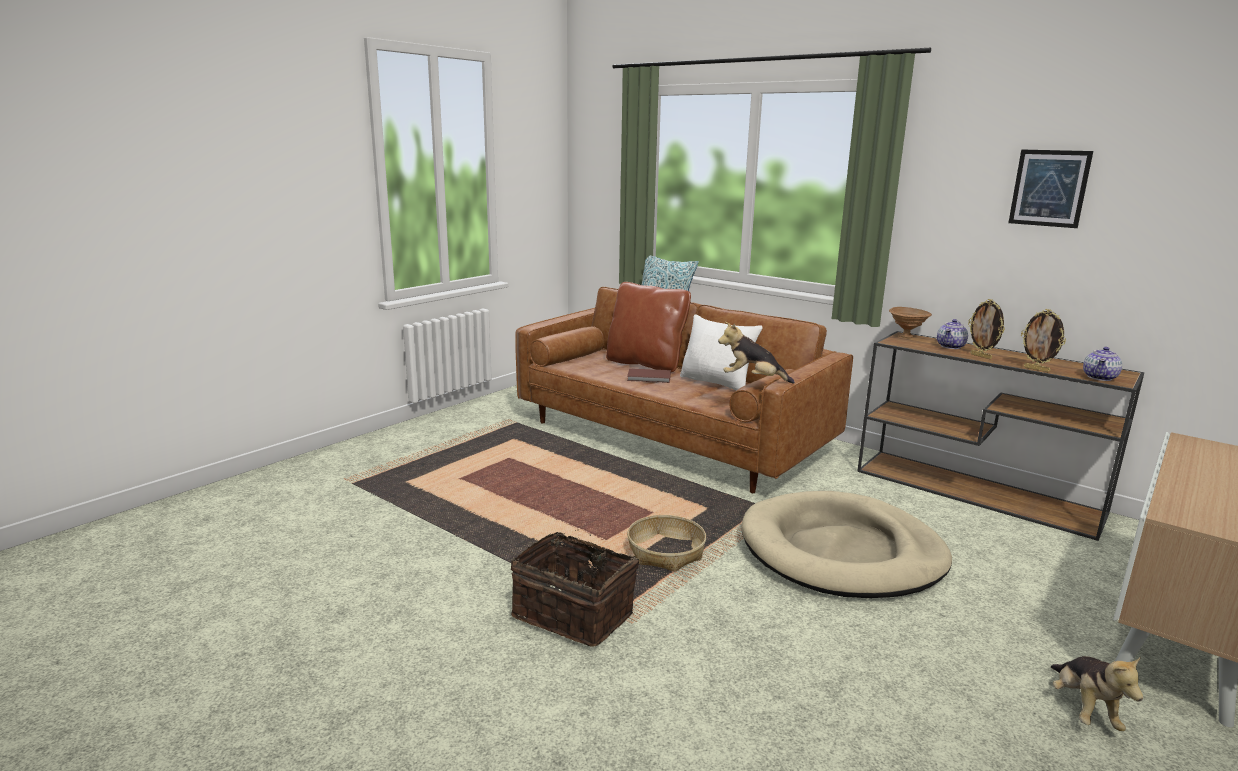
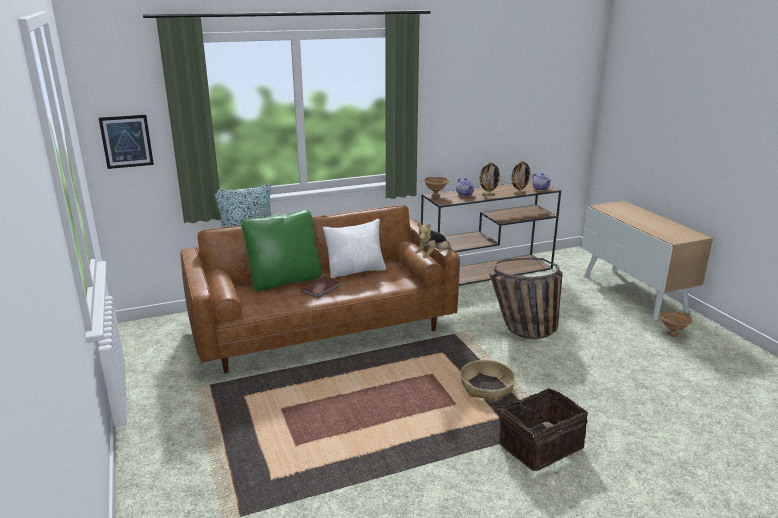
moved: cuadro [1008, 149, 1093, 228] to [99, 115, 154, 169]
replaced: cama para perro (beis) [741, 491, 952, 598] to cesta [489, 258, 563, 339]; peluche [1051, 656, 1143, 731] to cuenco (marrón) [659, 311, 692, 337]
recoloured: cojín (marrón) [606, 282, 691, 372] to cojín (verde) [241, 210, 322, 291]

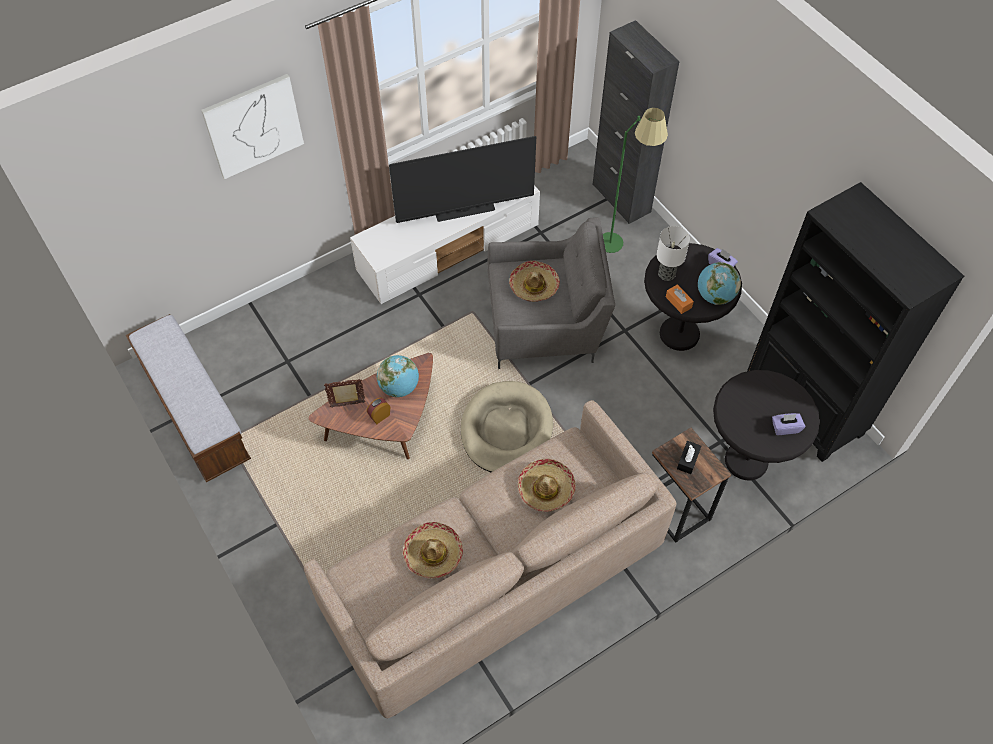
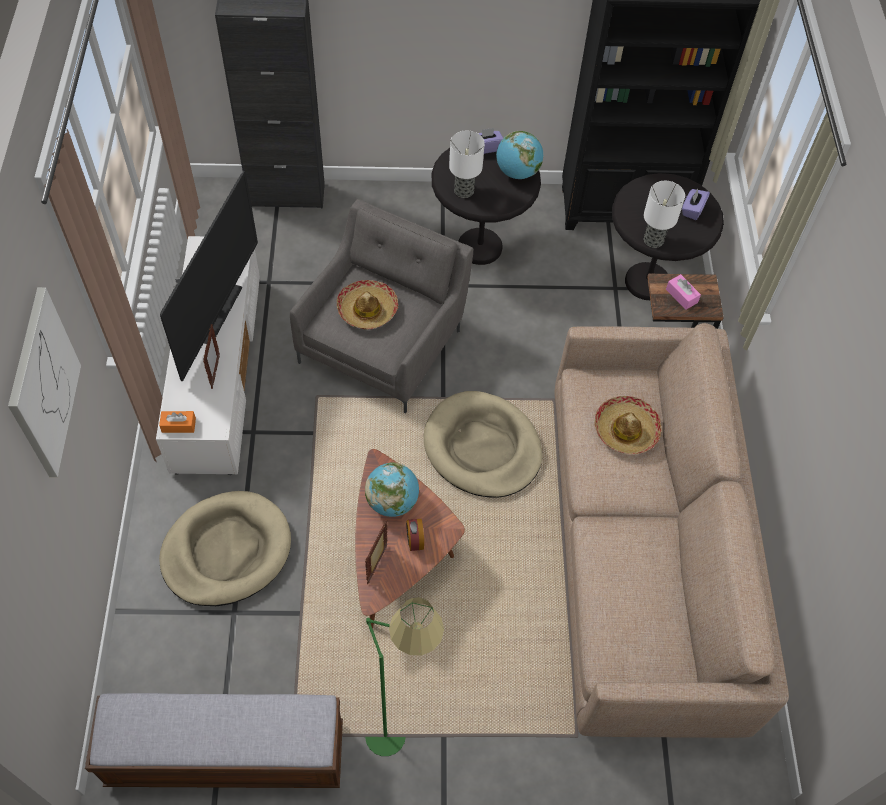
removed: sombrero [403, 522, 463, 579]
added: cama para perro (beis) [159, 491, 291, 606]; portarretratos [203, 324, 220, 389]; lámpara de mesa [644, 181, 685, 248]
moved: lámpara de pie (verde) [603, 108, 668, 253] to [365, 597, 444, 756]; caja de pañuelos (naranja) [666, 284, 694, 314] to [159, 411, 196, 433]
recoloured: caja de pañuelos (negro) [677, 441, 701, 474] to caja de pañuelos (rosa) [666, 274, 701, 310]

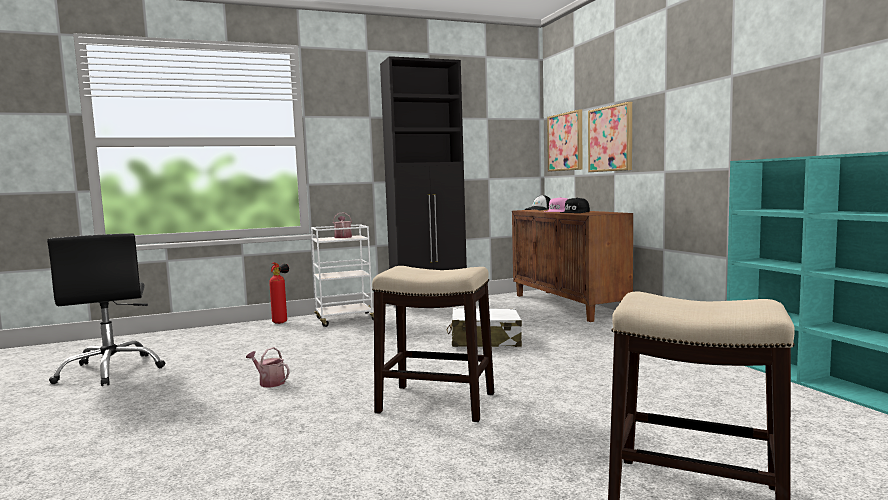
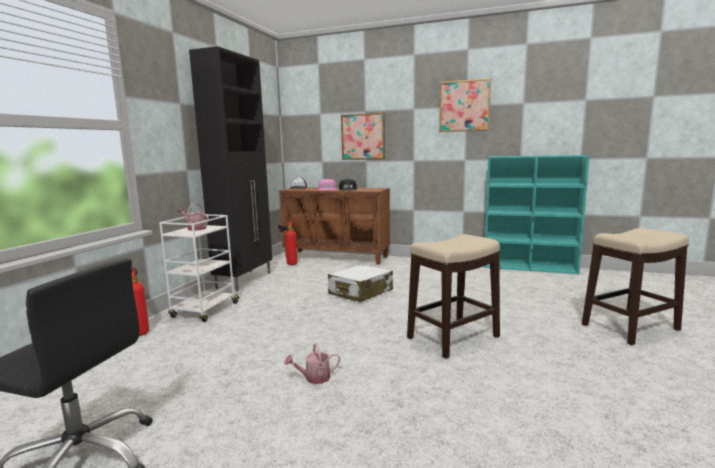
added: extintor [278, 220, 297, 265]
moved: cuadro [547, 110, 582, 172] to [439, 78, 491, 132]

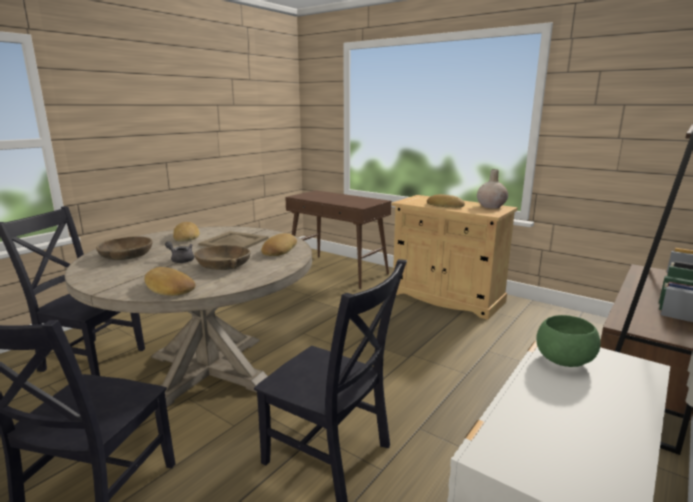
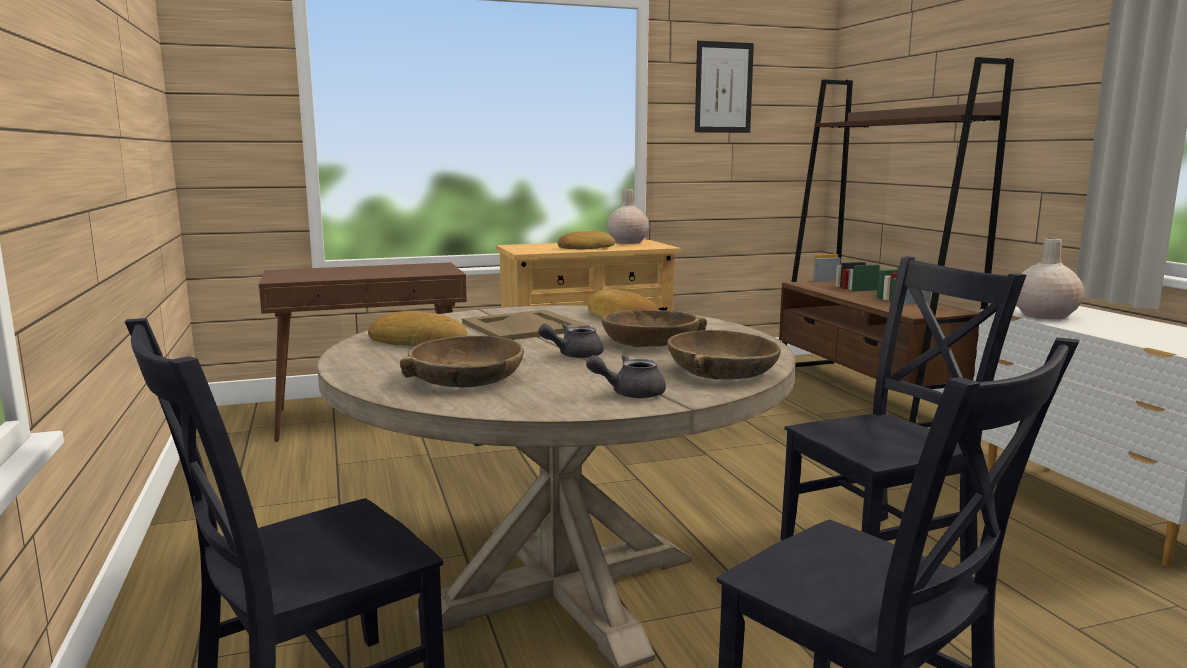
added: tetera (gris) [586, 354, 666, 399]; cuadro [695, 41, 754, 133]
replaced: pan [144, 267, 195, 296] to cuenco (marrón) [667, 330, 781, 380]; cuenco (verde) [536, 315, 601, 367] to florero (beis) [1016, 238, 1084, 319]

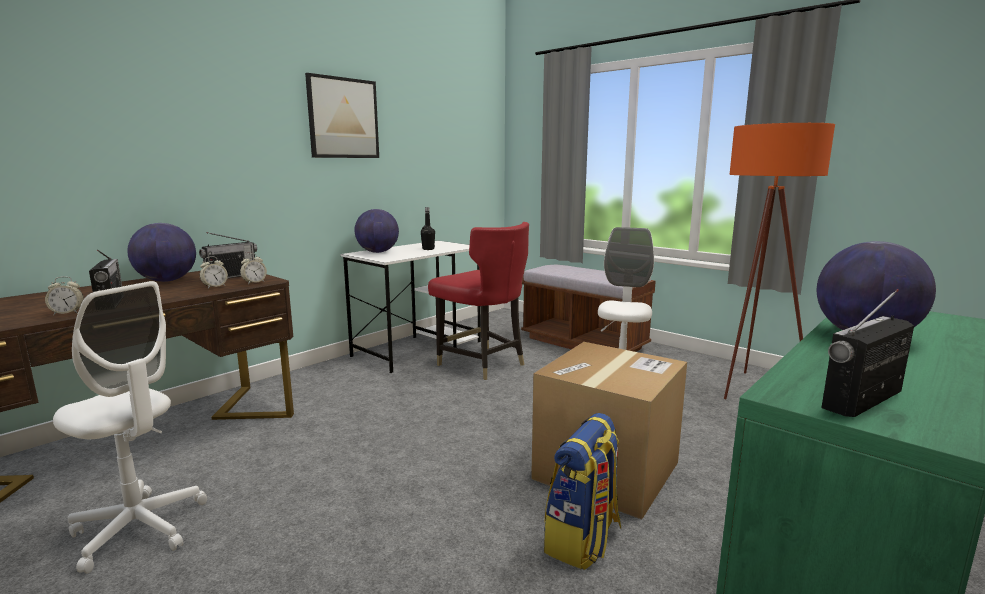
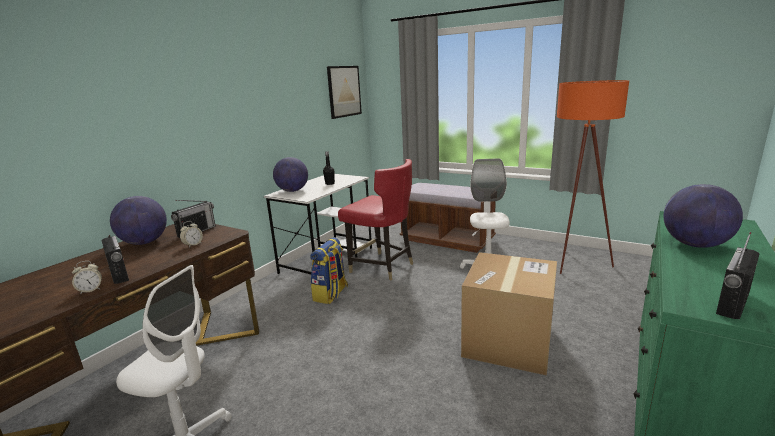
removed: despertador [240, 253, 267, 284]
moved: cuadro [305, 73, 379, 158] to [327, 66, 362, 119]; mochila [544, 413, 621, 570] to [310, 237, 348, 304]

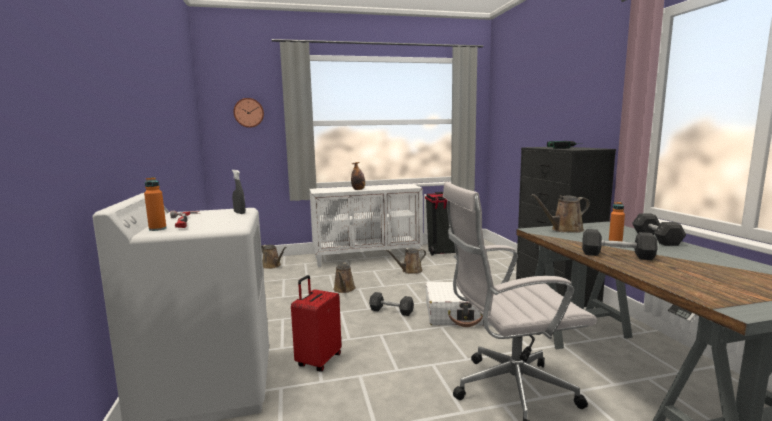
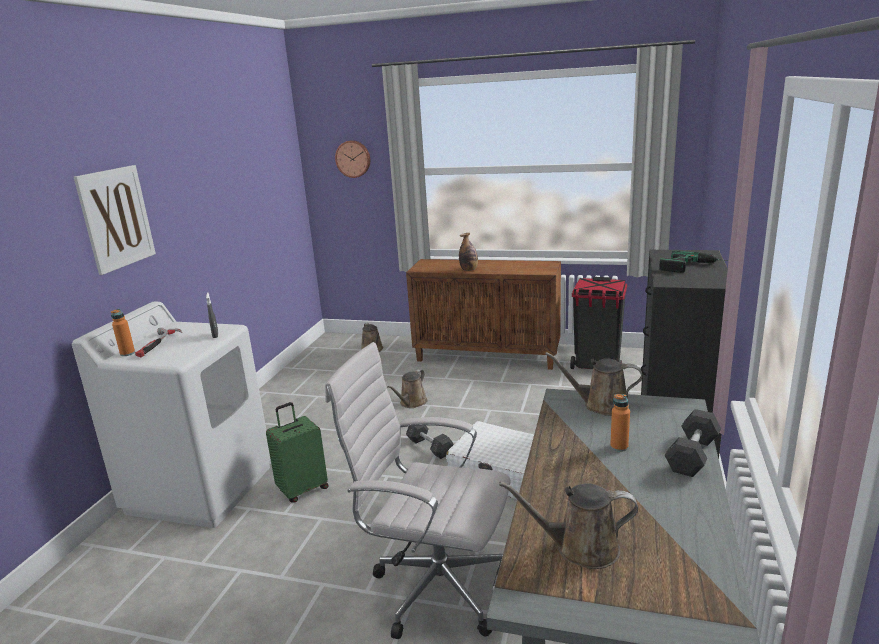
removed: mancuerna (gris) [582, 229, 657, 260]
added: cuadro [74, 165, 156, 275]
moved: regadera (marrón) [386, 248, 426, 274] to [499, 482, 638, 569]
recoloured: maleta (rojo) [291, 275, 341, 371] to maleta (verde) [266, 402, 328, 503]; armario (blanco) [310, 184, 423, 267] to armario (marrón) [406, 259, 561, 370]

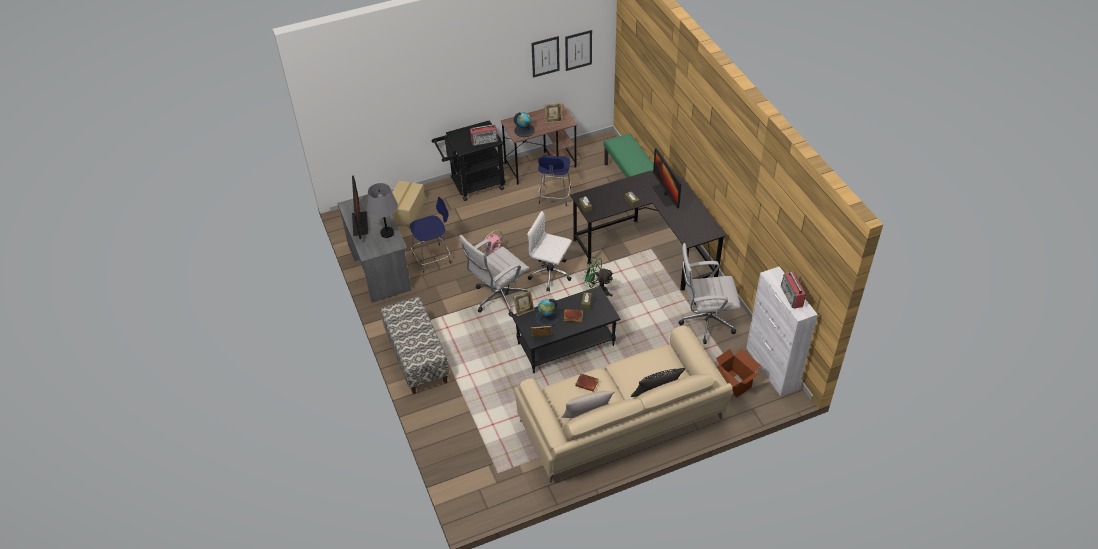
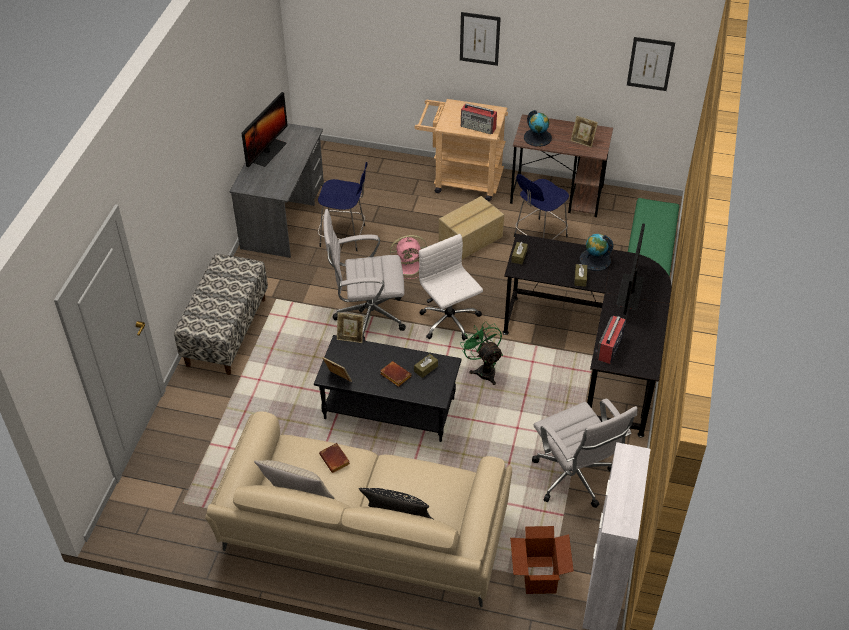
removed: lámpara de mesa (gris) [367, 183, 398, 238]
moved: caja de cartón [392, 180, 426, 227] to [439, 196, 504, 260]; cuadro [532, 36, 560, 78] to [460, 12, 501, 66]; globo terráqueo [535, 299, 559, 327] to [580, 234, 613, 271]; radio [781, 271, 806, 309] to [595, 316, 626, 364]
recoloured: carrito (negro) [431, 120, 506, 201] to carrito (beis) [415, 99, 508, 201]
turned: silla de oficina (blanco) [678, 243, 740, 344] = [532, 398, 638, 508] 150 degrees counterclockwise

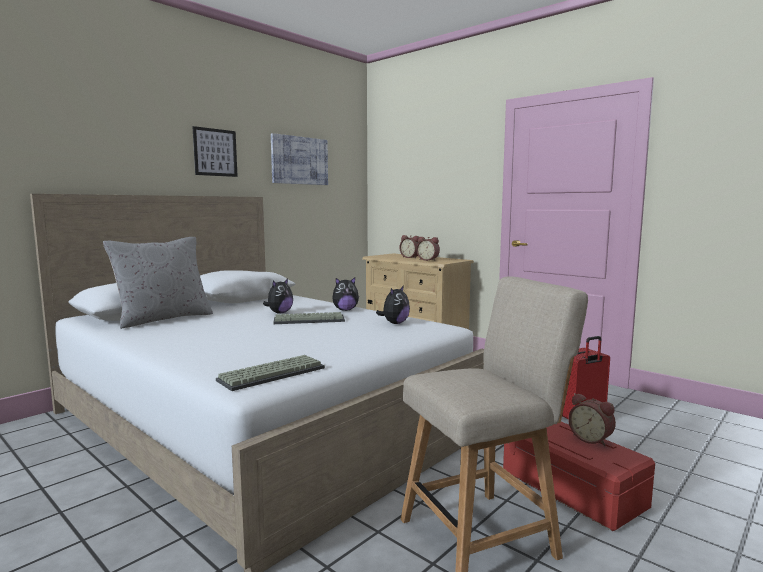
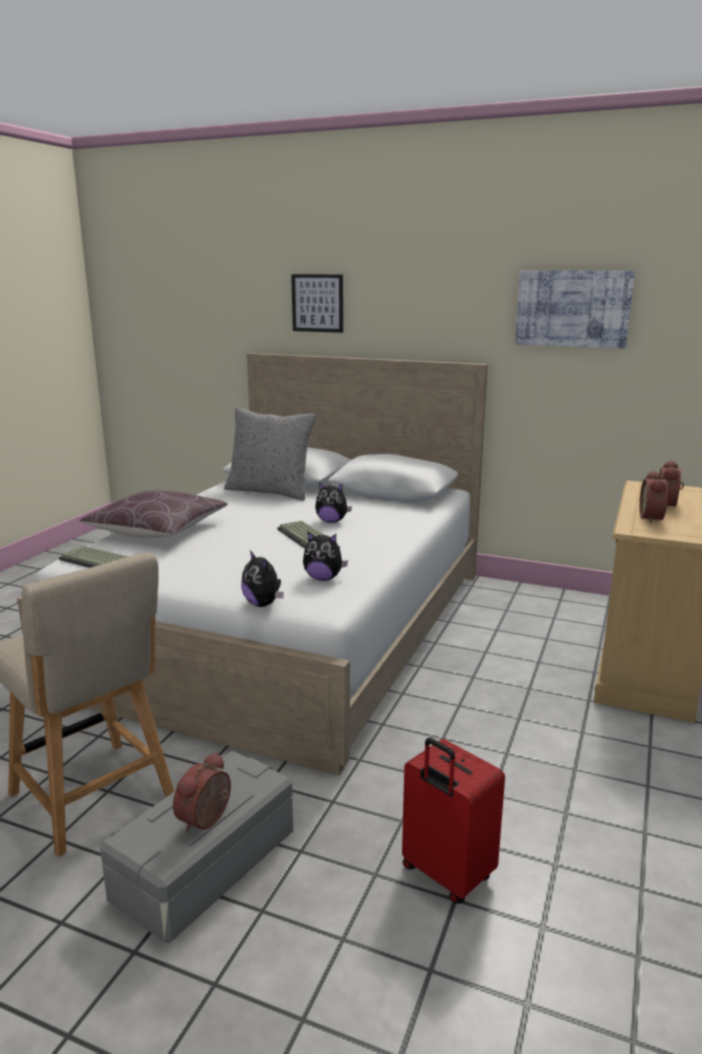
added: cojín (marrón) [79, 490, 228, 538]
moved: cuadro [192, 126, 238, 177] to [291, 274, 343, 333]; peluche [332, 277, 359, 311] to [241, 550, 284, 607]
recoloured: caja de almacenaje (rojo) [503, 422, 655, 531] to caja de almacenaje (gris) [100, 750, 293, 943]

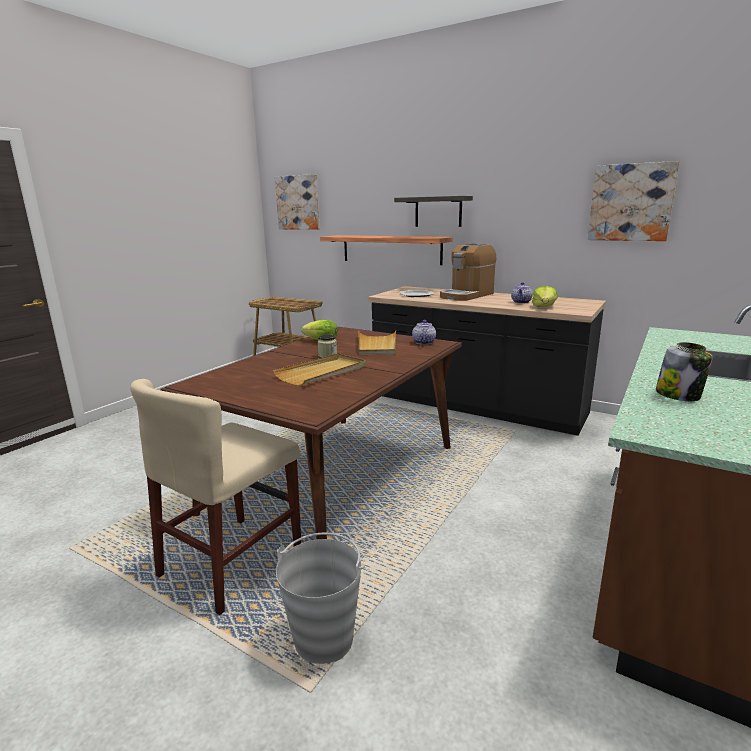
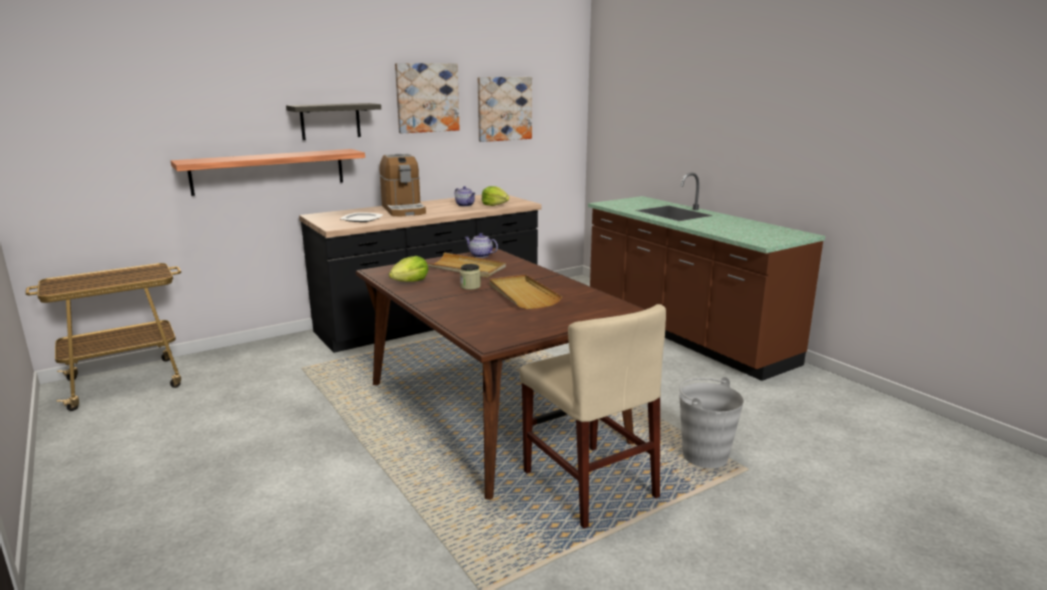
removed: tarro [656, 342, 712, 401]
moved: cuadro [275, 174, 320, 230] to [395, 63, 460, 133]

